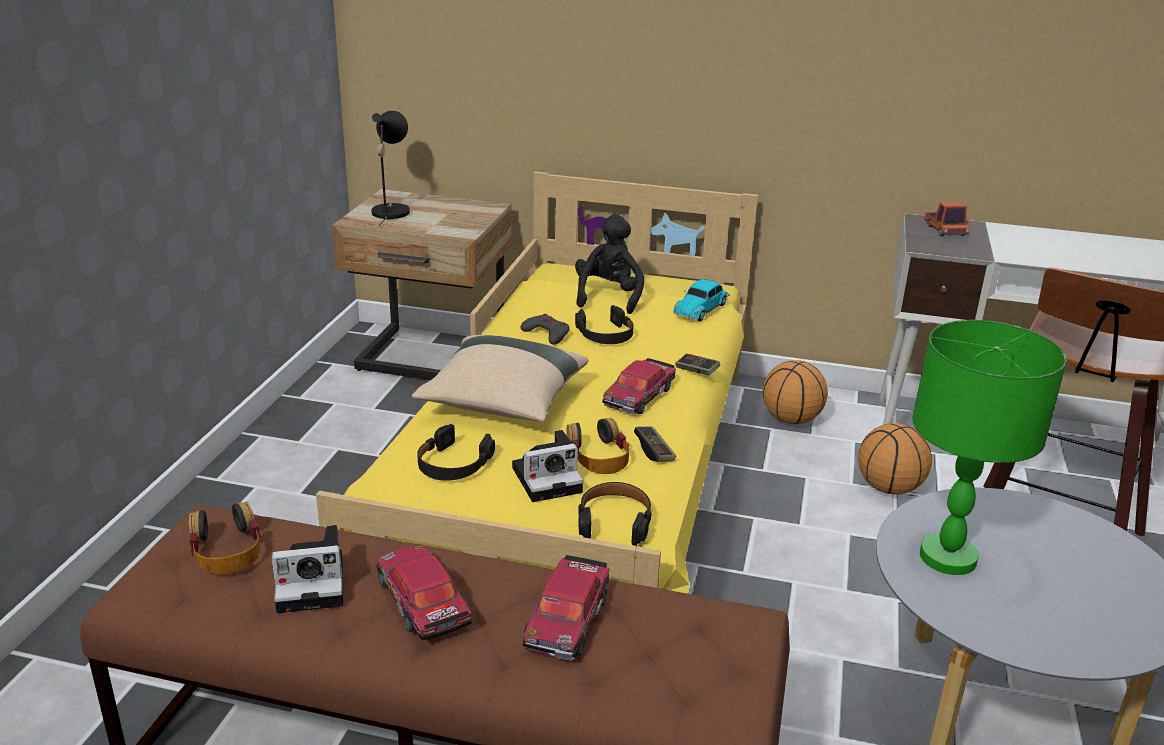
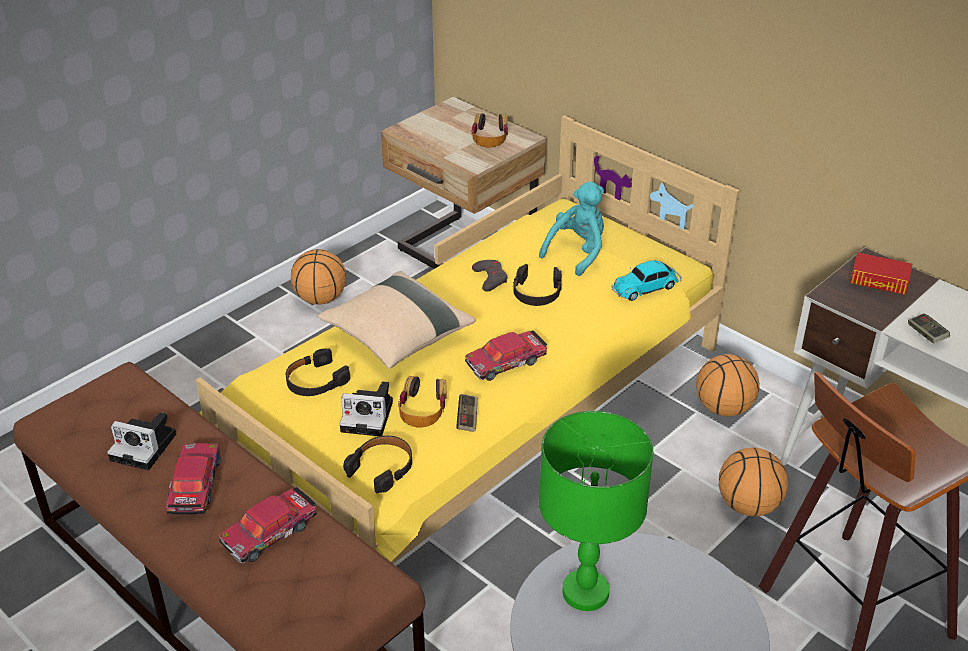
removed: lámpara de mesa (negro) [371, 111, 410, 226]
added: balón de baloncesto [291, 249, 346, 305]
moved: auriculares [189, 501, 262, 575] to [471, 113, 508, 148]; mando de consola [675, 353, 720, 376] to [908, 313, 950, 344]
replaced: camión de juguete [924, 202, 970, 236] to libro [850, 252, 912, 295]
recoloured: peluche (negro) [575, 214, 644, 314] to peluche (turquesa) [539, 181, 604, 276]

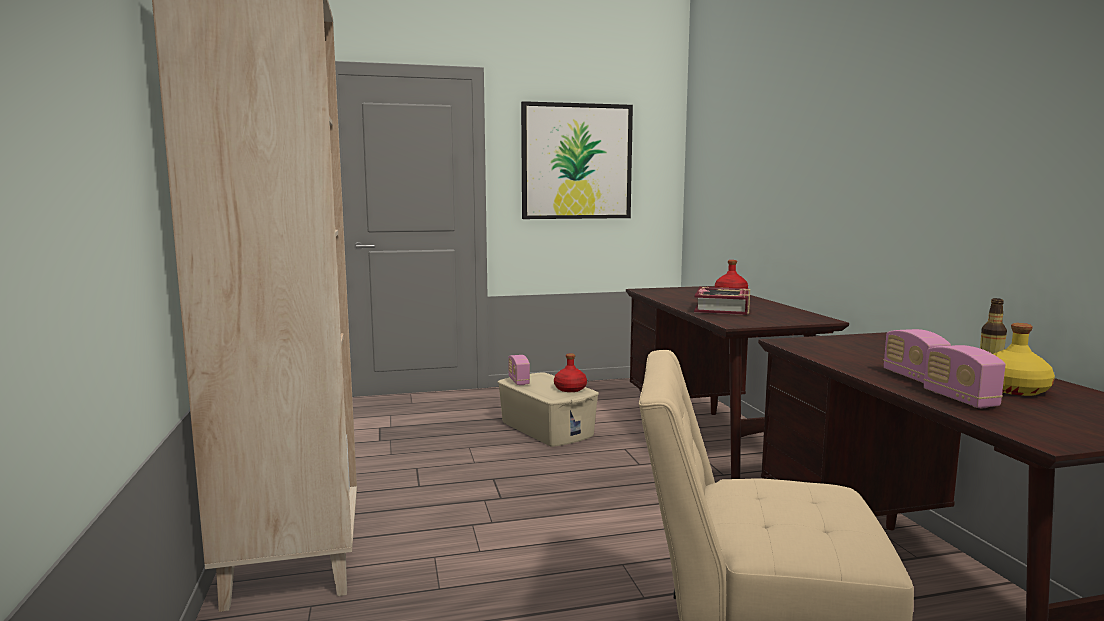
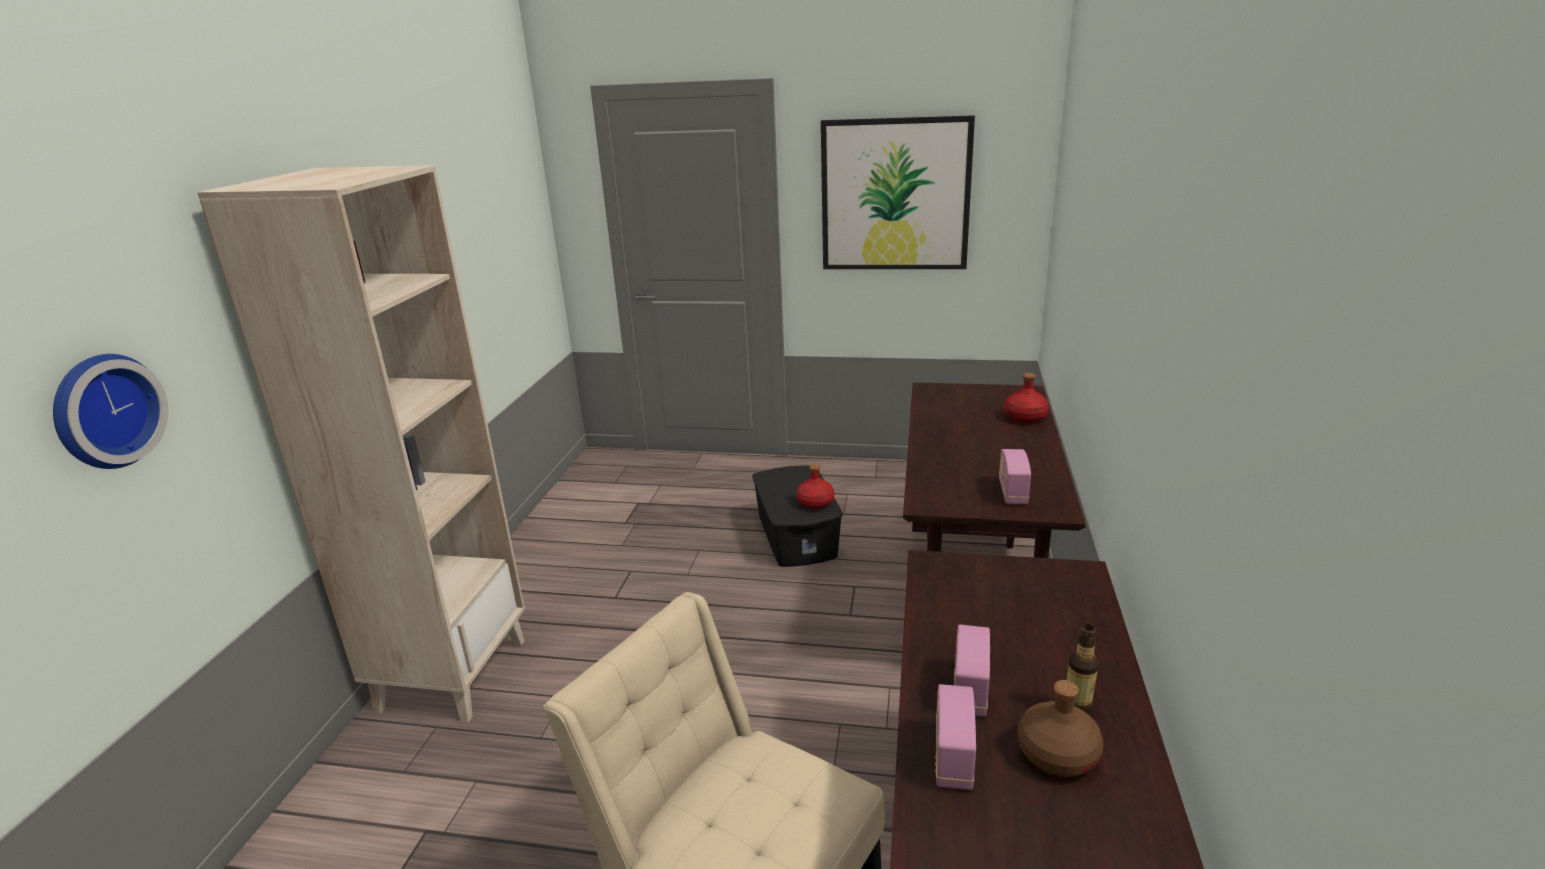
removed: libro [694, 286, 750, 315]
added: reloj de pared [53, 354, 168, 469]
moved: radio [508, 355, 530, 385] to [999, 449, 1031, 504]
recoloured: caja de almacenaje (beis) [498, 372, 599, 447] to caja de almacenaje (negro) [752, 465, 843, 567]; botella (amarillo) [994, 323, 1055, 396] to botella (marrón) [1017, 680, 1103, 777]

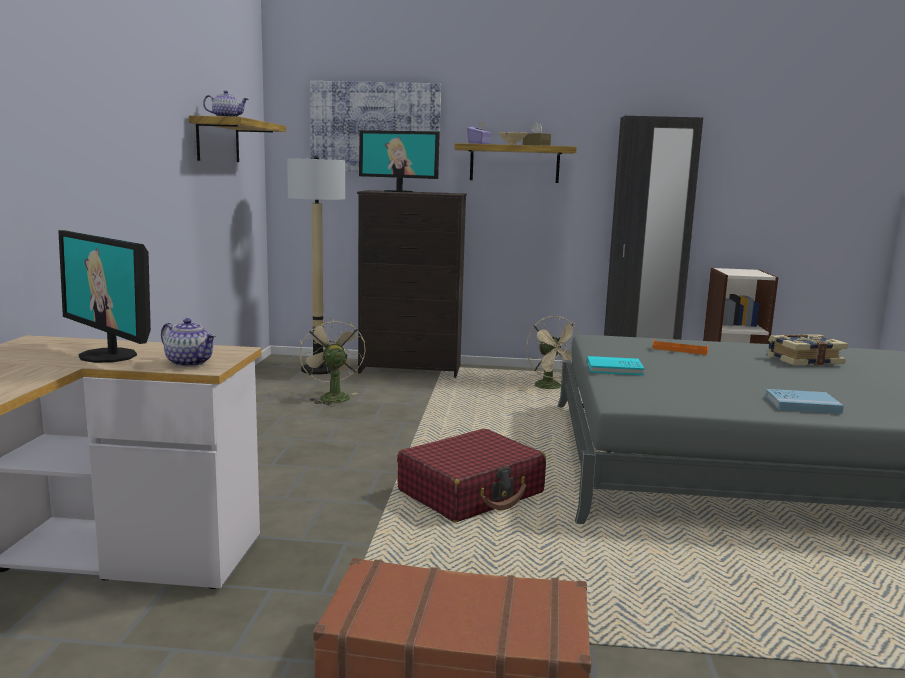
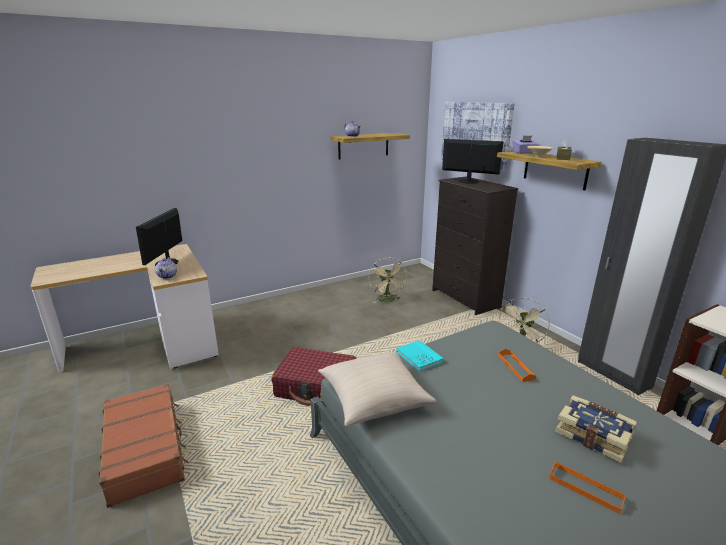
removed: lámpara de pie [287, 156, 345, 375]; libro (azul) [765, 389, 844, 414]
added: cojín (beis) [318, 352, 436, 427]; bandeja (naranja) [549, 461, 626, 514]
turned: ventilador (beis) [300, 318, 366, 406] = [369, 257, 408, 303] 135 degrees clockwise; monitor [359, 130, 440, 192] = [442, 139, 504, 184] 135 degrees clockwise

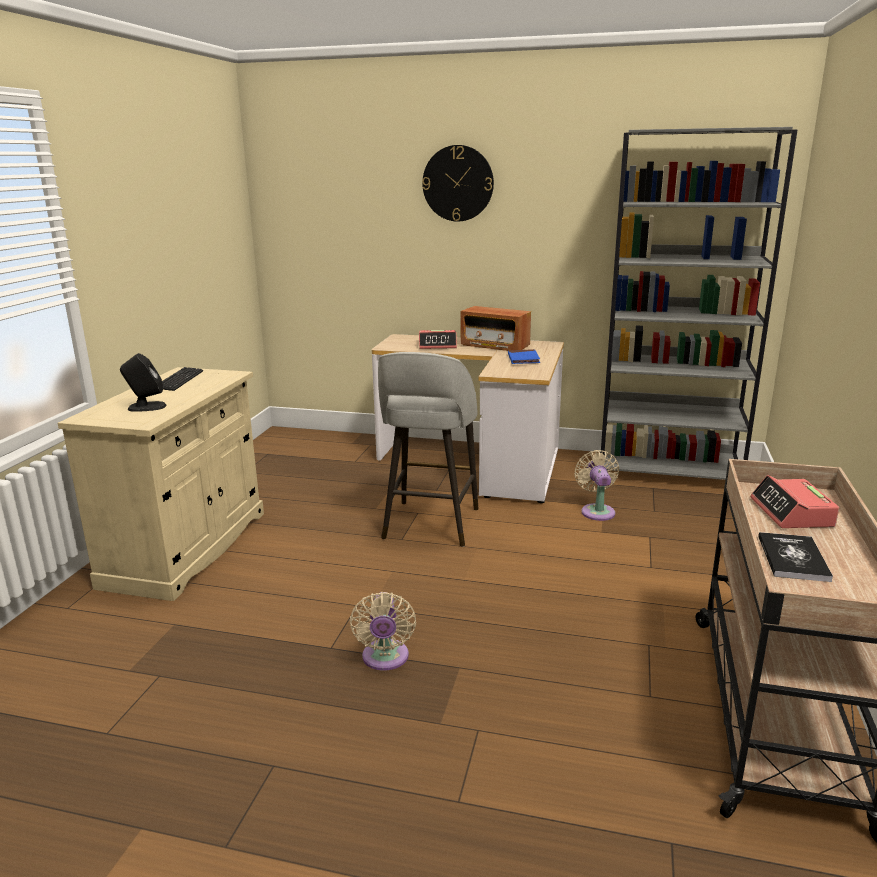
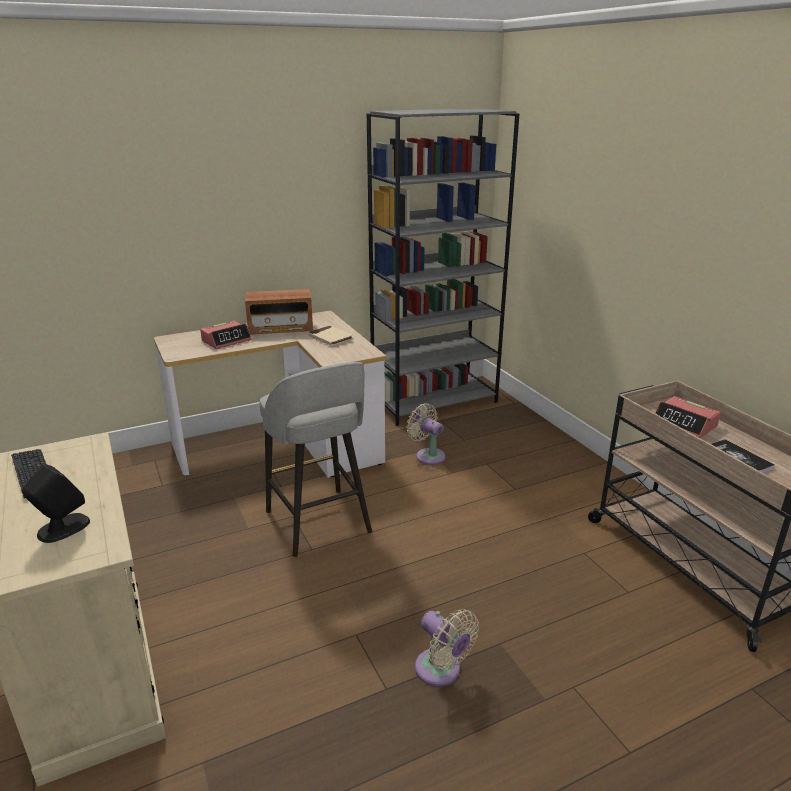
removed: reloj de pared [422, 145, 494, 222]
recoloured: libro (azul) [508, 349, 540, 364] to libro (beis) [308, 326, 353, 346]

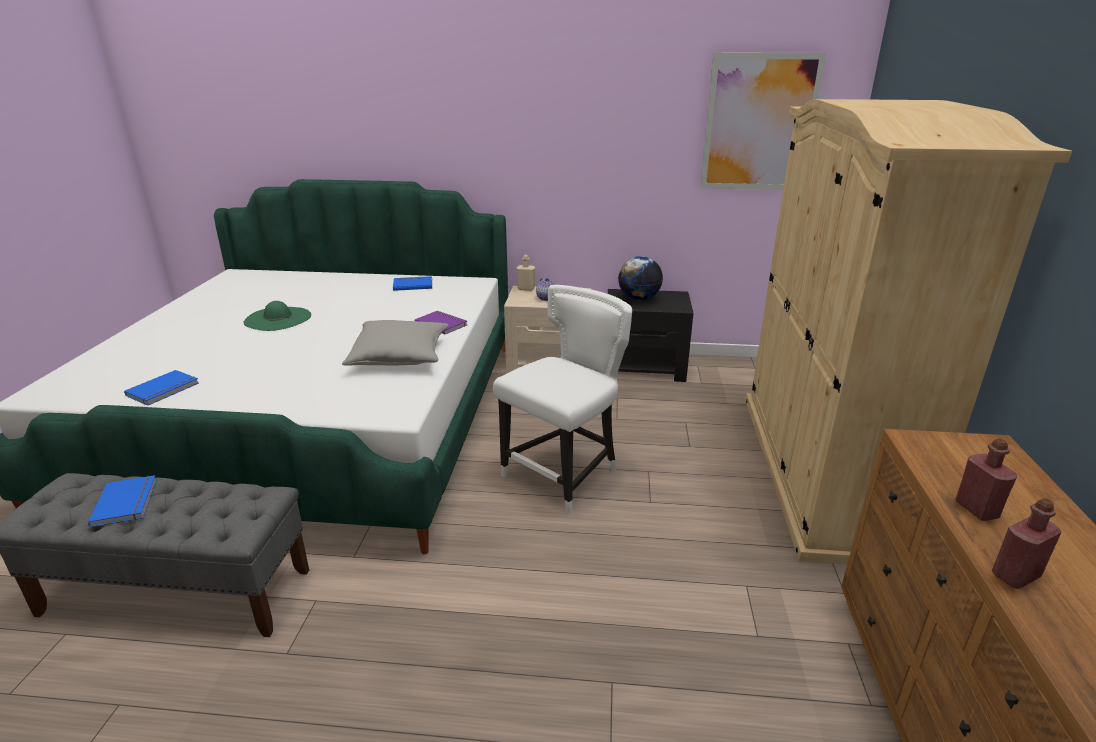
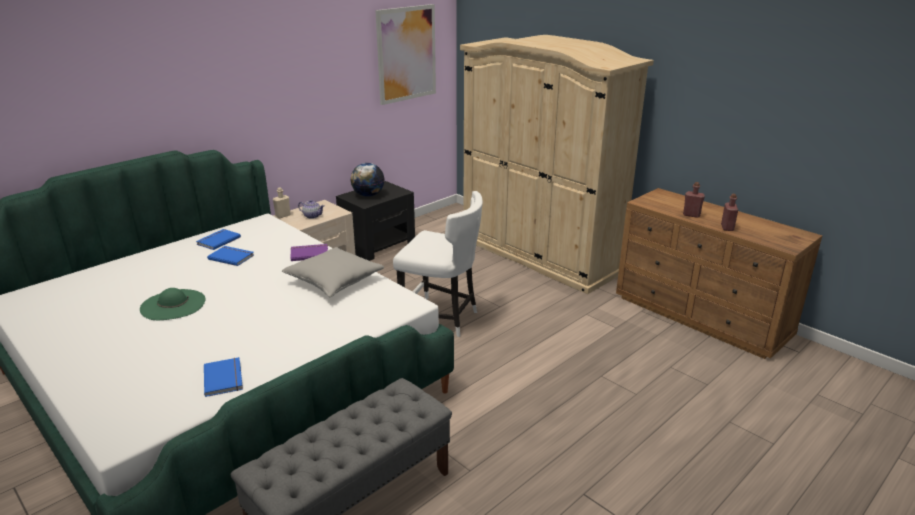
moved: libro (azul) [88, 475, 157, 527] to [207, 246, 254, 266]
turned: silla (blanco) [493, 285, 632, 514] = [393, 191, 483, 337] 120 degrees clockwise

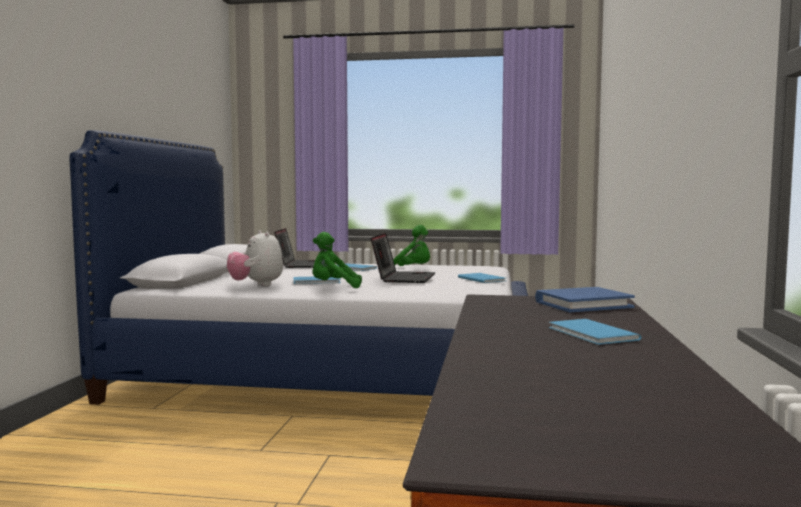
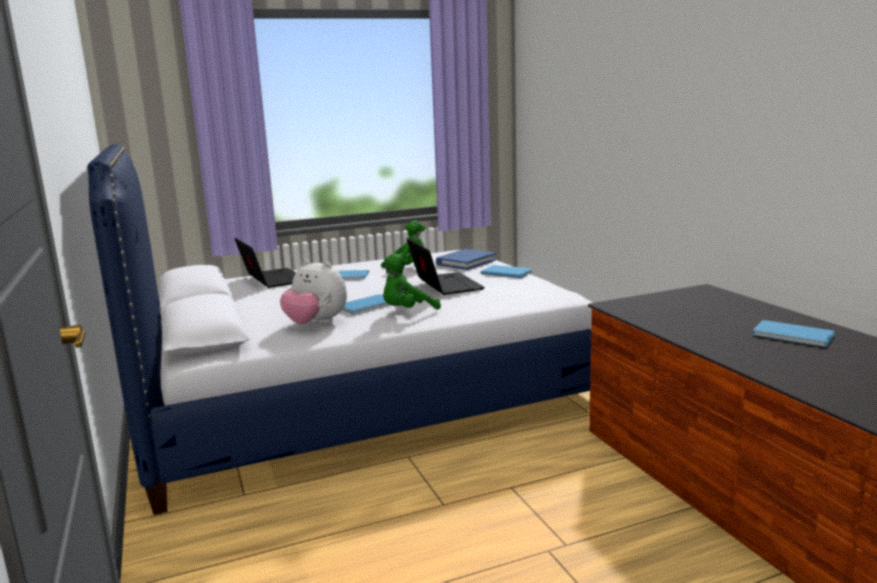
moved: libro (azul) [535, 287, 635, 312] to [436, 249, 496, 270]

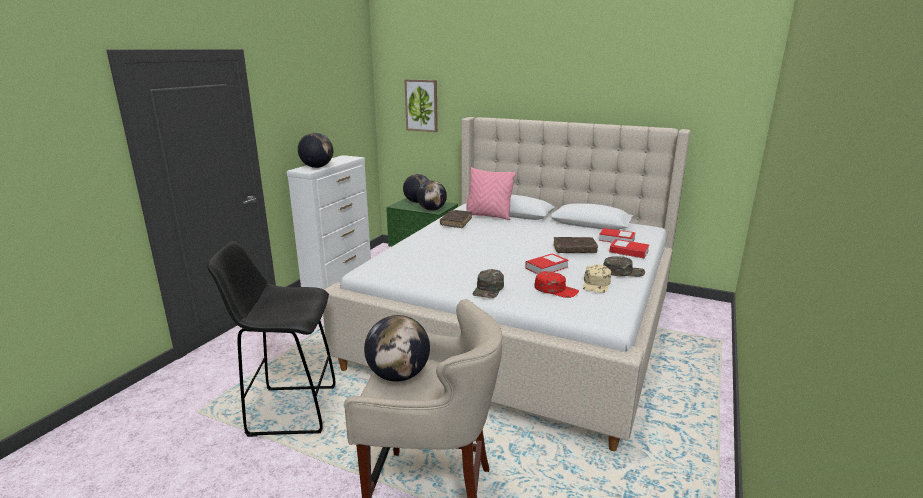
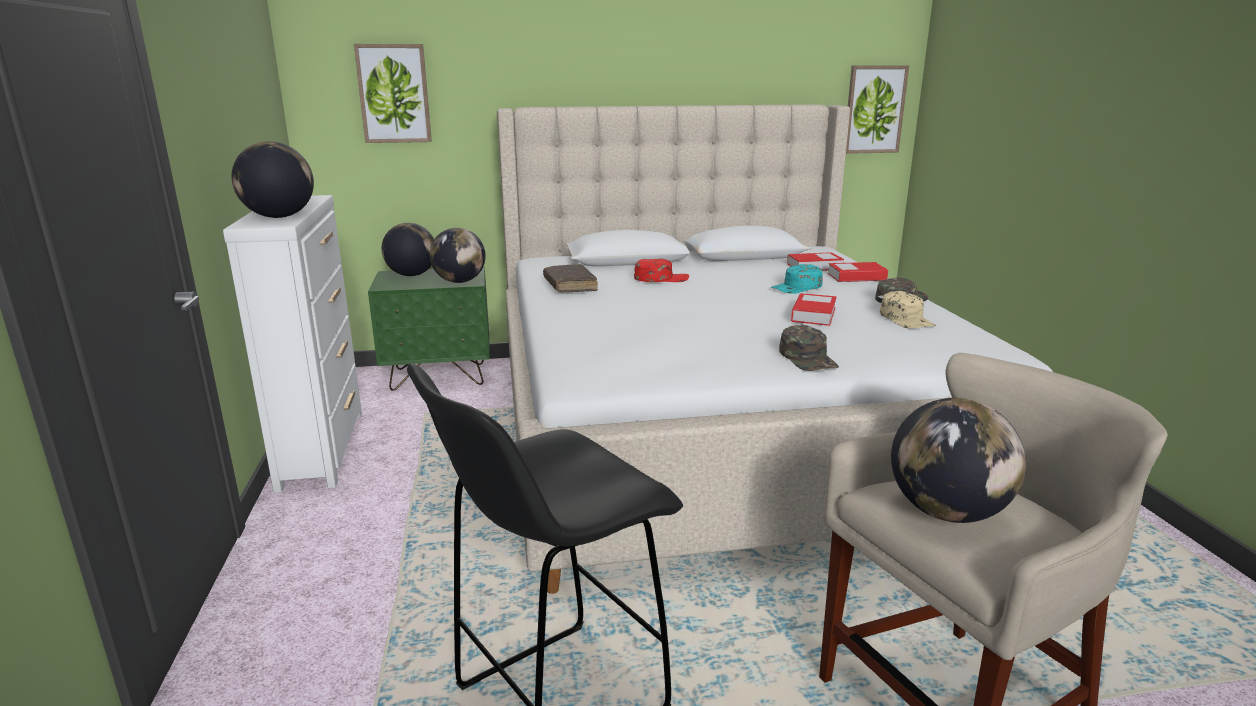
removed: cojín (rosa) [466, 167, 516, 220]
added: cuadro [846, 65, 909, 154]
moved: gorra (rojo) [535, 271, 579, 298] to [634, 258, 689, 282]
replaced: libro (marrón) [553, 237, 598, 253] to gorra (turquesa) [770, 264, 823, 294]

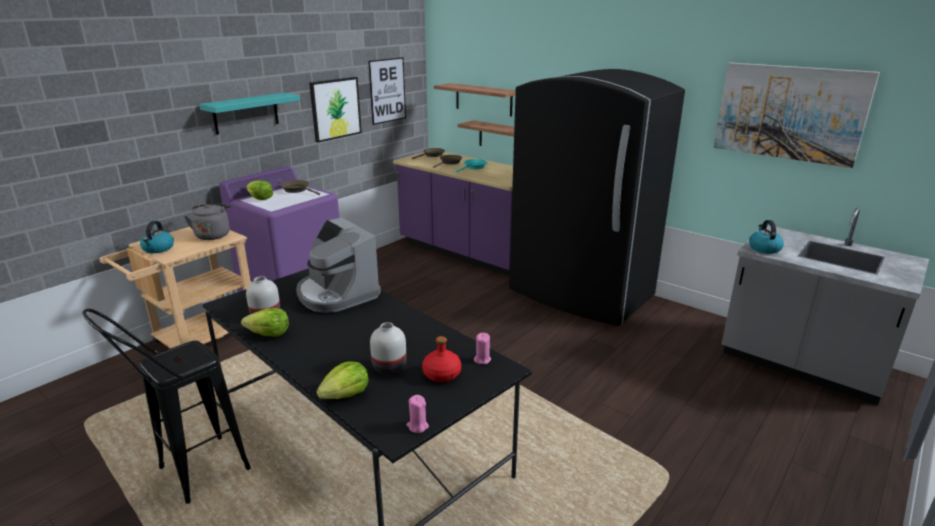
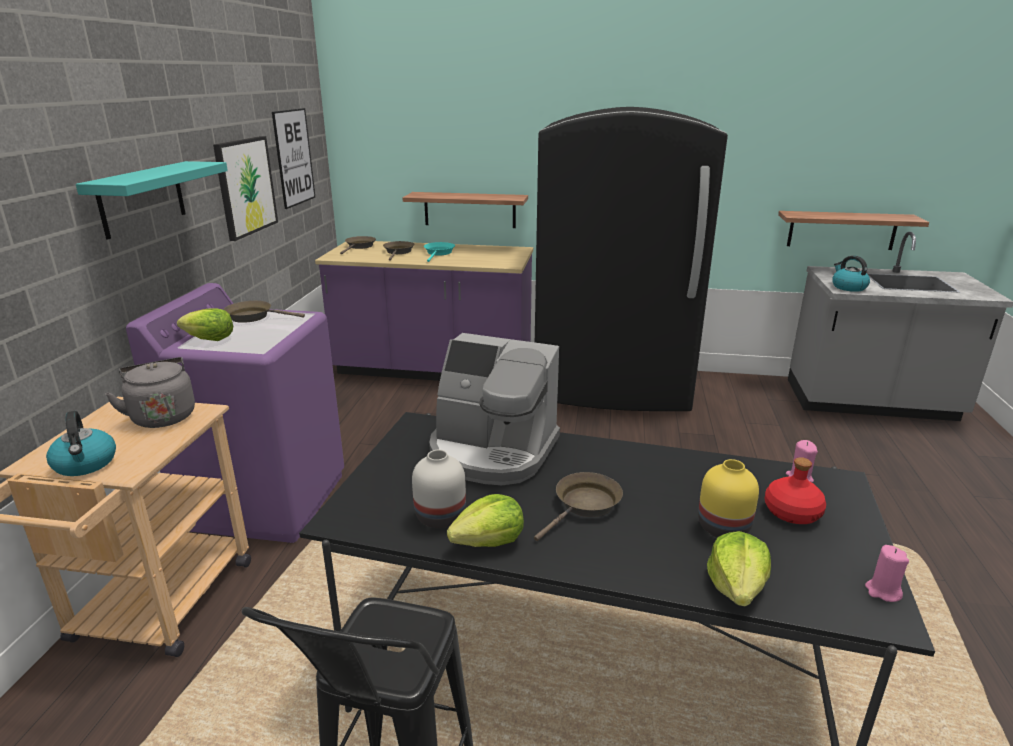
removed: cuadro [713, 63, 880, 168]
added: sartén (marrón) [534, 472, 623, 541]
moved: estante [434, 83, 516, 116] to [778, 211, 929, 250]
recoloured: florero (blanco) [370, 322, 407, 375] to florero (amarillo) [698, 459, 759, 538]

